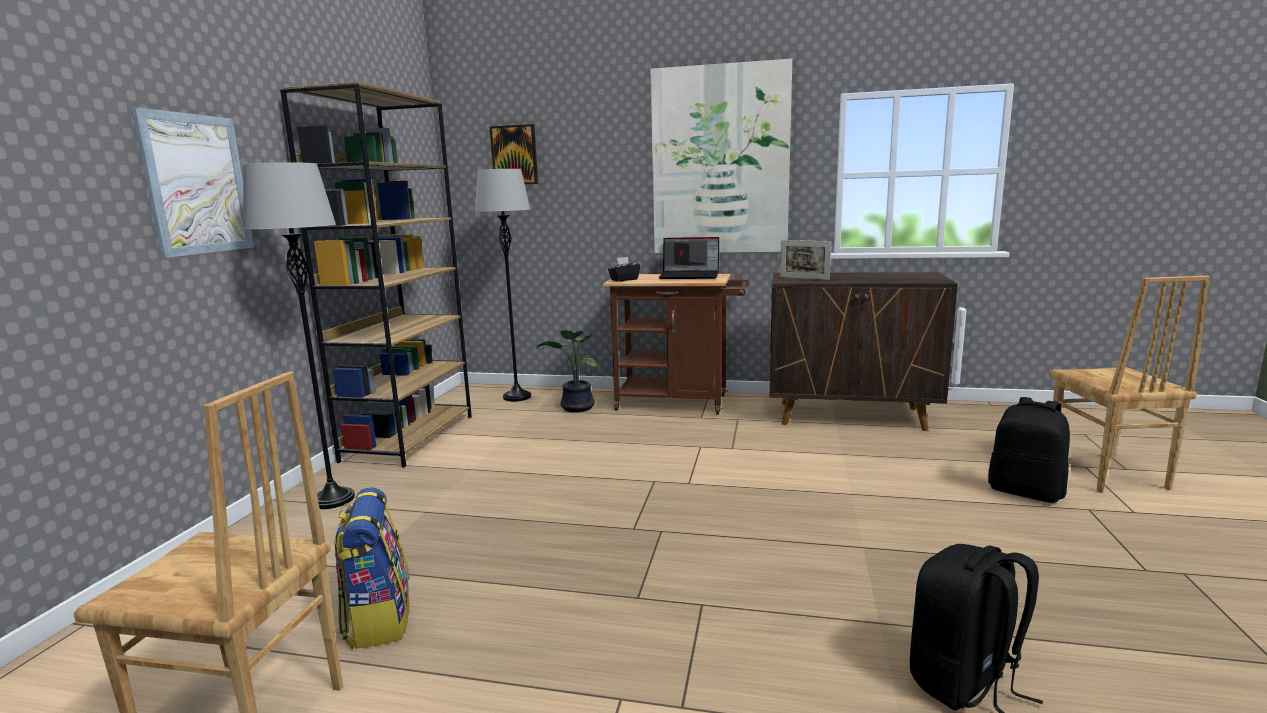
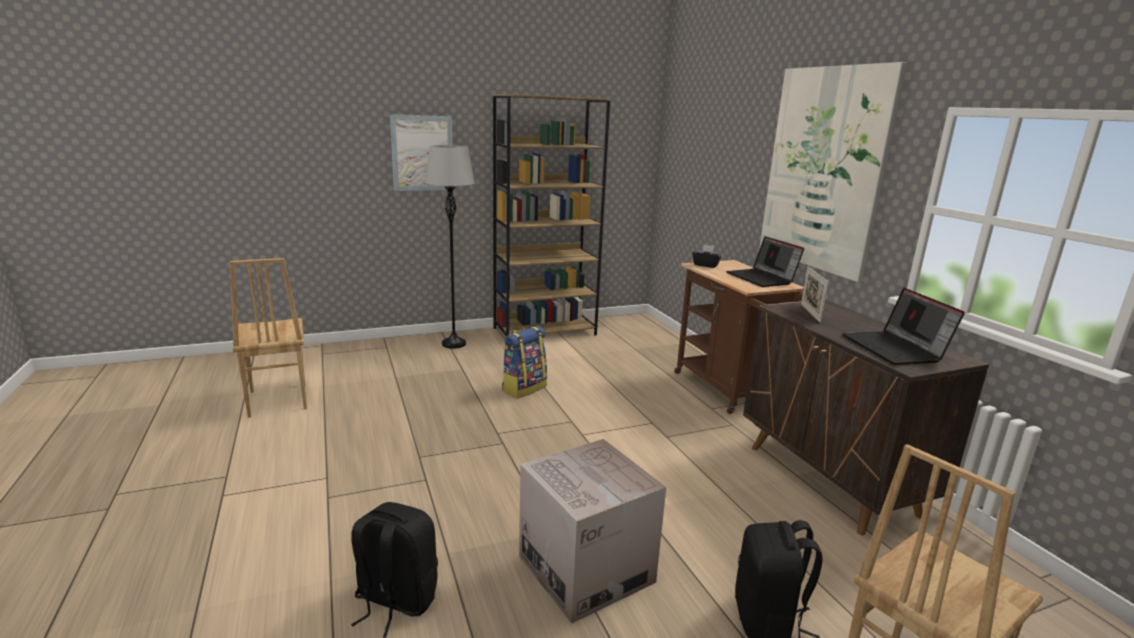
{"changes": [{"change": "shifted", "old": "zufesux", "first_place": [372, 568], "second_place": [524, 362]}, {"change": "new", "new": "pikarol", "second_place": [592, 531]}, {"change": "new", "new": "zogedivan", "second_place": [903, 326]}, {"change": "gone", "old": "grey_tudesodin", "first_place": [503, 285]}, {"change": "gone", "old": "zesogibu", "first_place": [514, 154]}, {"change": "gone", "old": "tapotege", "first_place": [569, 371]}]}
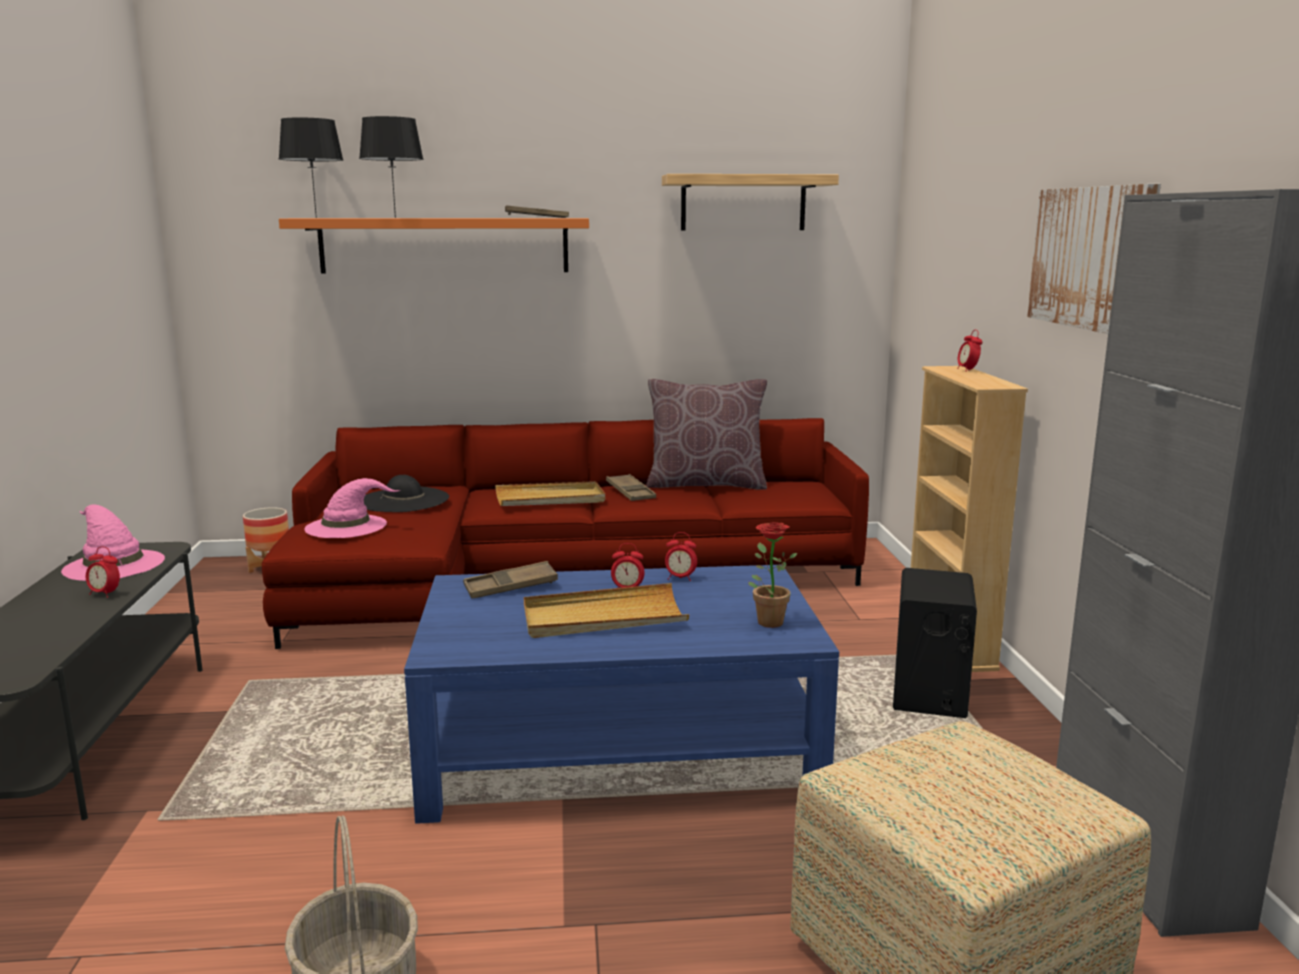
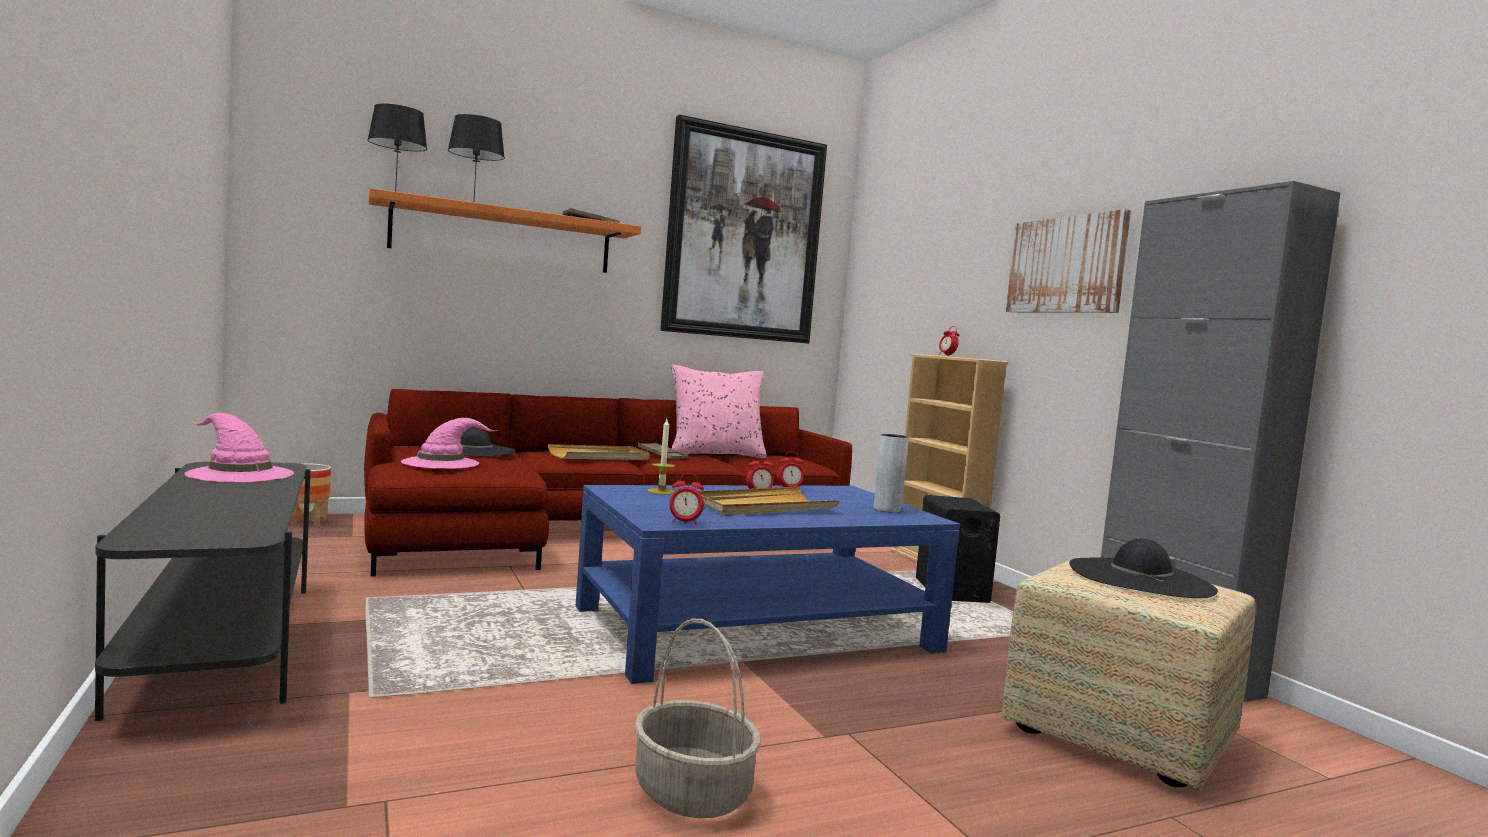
{"changes": [{"change": "swapped", "old": "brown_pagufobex", "new": "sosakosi", "first_place": [510, 580], "second_place": [661, 457]}, {"change": "swapped", "old": "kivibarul", "new": "zesogibu", "first_place": [750, 202], "second_place": [743, 229]}, {"change": "shifted", "old": "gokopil", "first_place": [103, 572], "second_place": [686, 499]}, {"change": "repainted", "old": "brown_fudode", "new": "pink_fudode", "first_place": [706, 434], "second_place": [719, 411]}, {"change": "swapped", "old": "tapotege", "new": "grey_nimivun", "first_place": [773, 575], "second_place": [891, 473]}, {"change": "new", "new": "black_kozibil", "second_place": [1143, 568]}]}
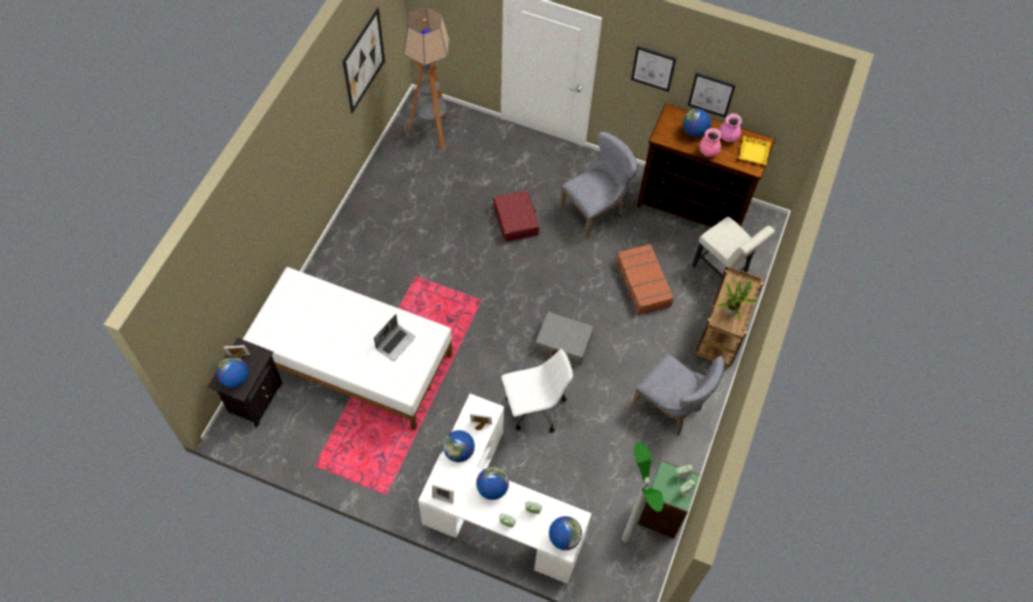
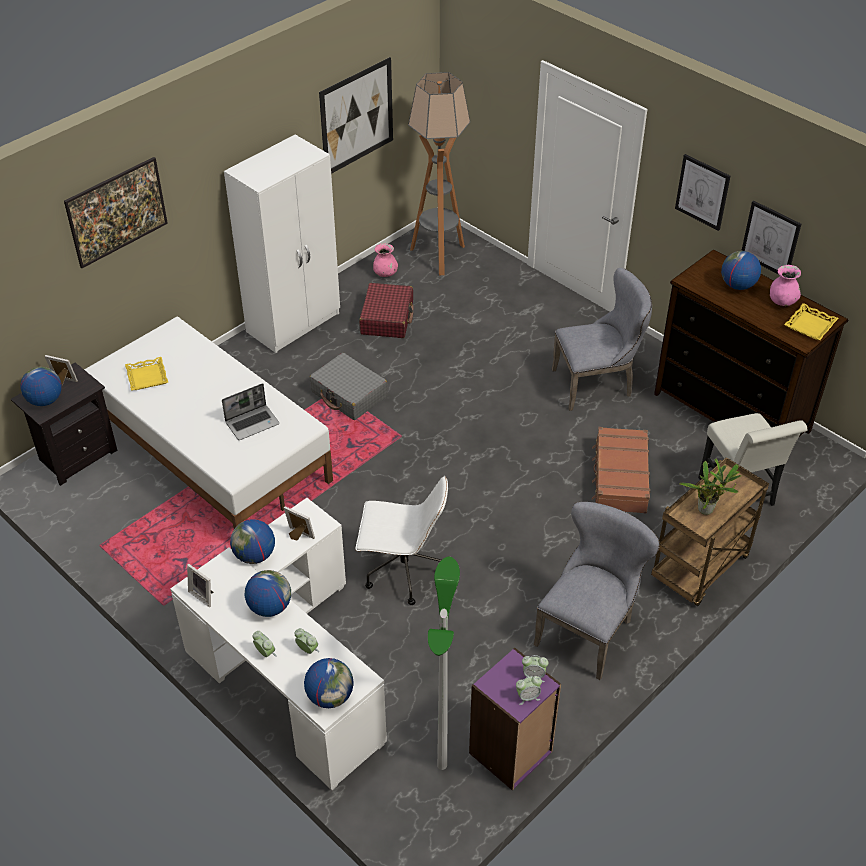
{"changes": [{"change": "new", "new": "zesogibu", "second_place": [116, 212]}, {"change": "new", "new": "yellow_pagufobex", "second_place": [146, 373]}, {"change": "new", "new": "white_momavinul", "second_place": [282, 244]}, {"change": "shifted", "old": "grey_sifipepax", "first_place": [564, 338], "second_place": [348, 386]}, {"change": "shifted", "old": "red_sifipepax", "first_place": [516, 216], "second_place": [386, 310]}, {"change": "shifted", "old": "pink_nimivun", "first_place": [711, 142], "second_place": [385, 260]}, {"change": "repainted", "old": "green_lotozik", "new": "purple_lotozik", "first_place": [669, 499], "second_place": [515, 719]}, {"change": "rotated", "old": "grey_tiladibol", "first_place": [678, 394], "second_place": [597, 590], "degrees": -120}]}
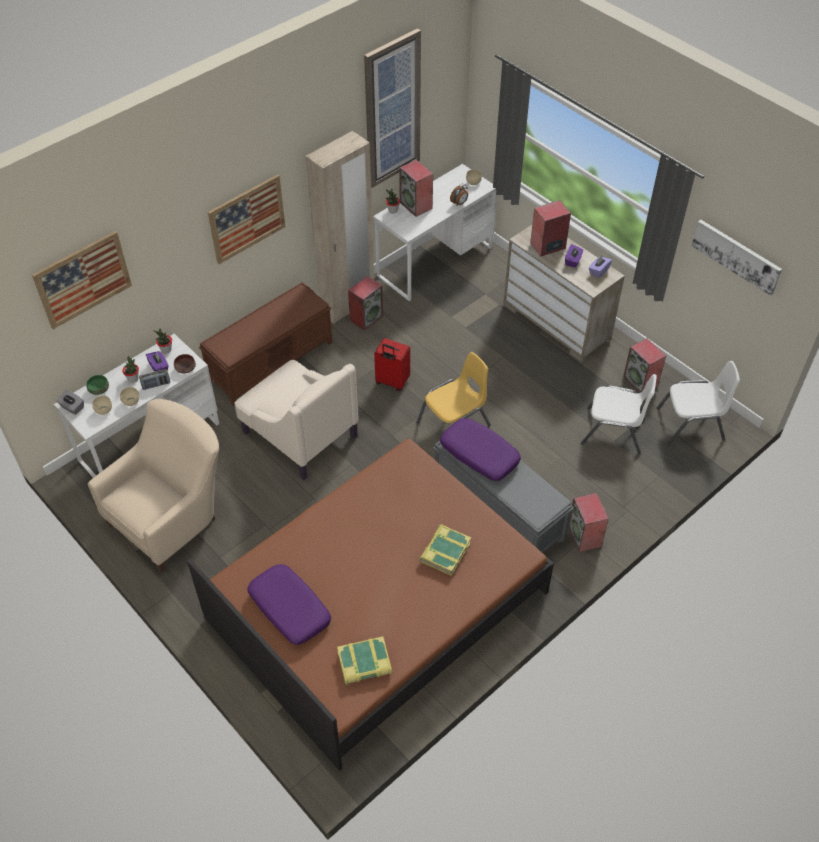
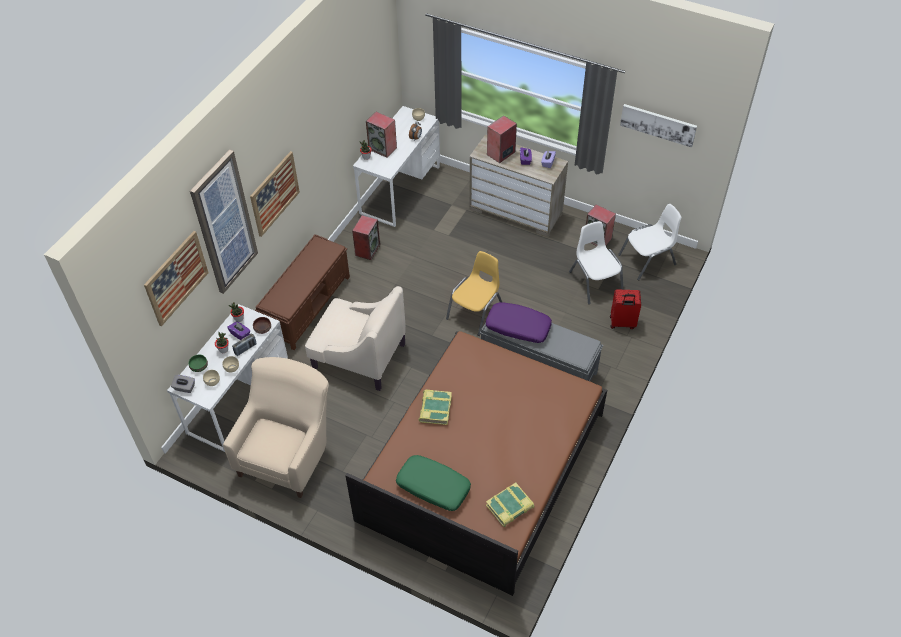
{"changes": [{"change": "shifted", "old": "zesogibu", "first_place": [392, 108], "second_place": [224, 222]}, {"change": "repainted", "old": "purple_fudode", "new": "green_fudode", "first_place": [289, 604], "second_place": [433, 483]}, {"change": "shifted", "old": "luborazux", "first_place": [445, 550], "second_place": [435, 407]}, {"change": "rotated", "old": "white_tiladibol", "first_place": [619, 414], "second_place": [596, 262], "degrees": -105}, {"change": "shifted", "old": "red_sifipepax", "first_place": [392, 364], "second_place": [625, 309]}, {"change": "gone", "old": "beige_momavinul", "first_place": [340, 227]}, {"change": "gone", "old": "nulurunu", "first_place": [588, 522]}]}
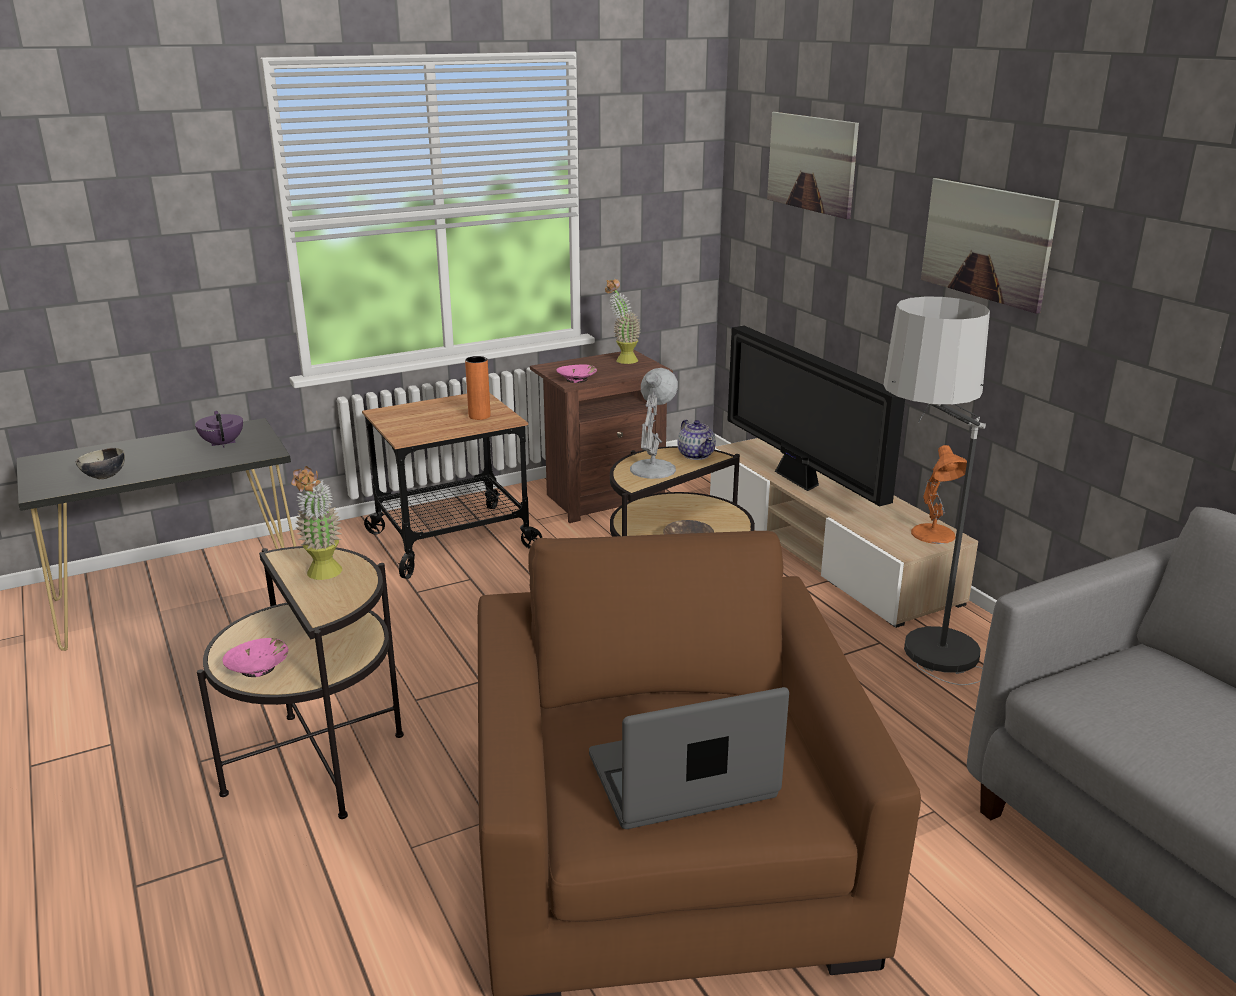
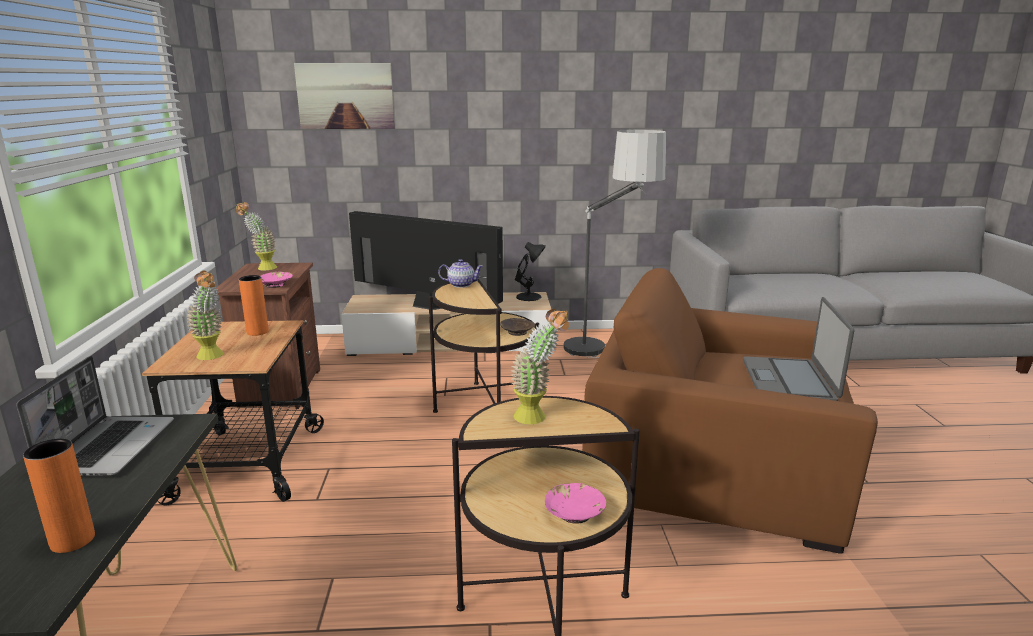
{"changes": [{"change": "swapped", "old": "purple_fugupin", "new": "zogedivan", "first_place": [219, 429], "second_place": [95, 416]}, {"change": "swapped", "old": "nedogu", "new": "orange_nimivun", "first_place": [100, 463], "second_place": [59, 496]}, {"change": "new", "new": "tapotege", "second_place": [205, 315]}, {"change": "rotated", "old": "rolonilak", "first_place": [816, 416], "second_place": [426, 260], "degrees": -150}, {"change": "repainted", "old": "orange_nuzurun", "new": "black_nuzurun", "first_place": [939, 494], "second_place": [530, 271]}, {"change": "gone", "old": "white_nuzurun", "first_place": [654, 423]}, {"change": "gone", "old": "zesogibu", "first_place": [990, 246]}]}
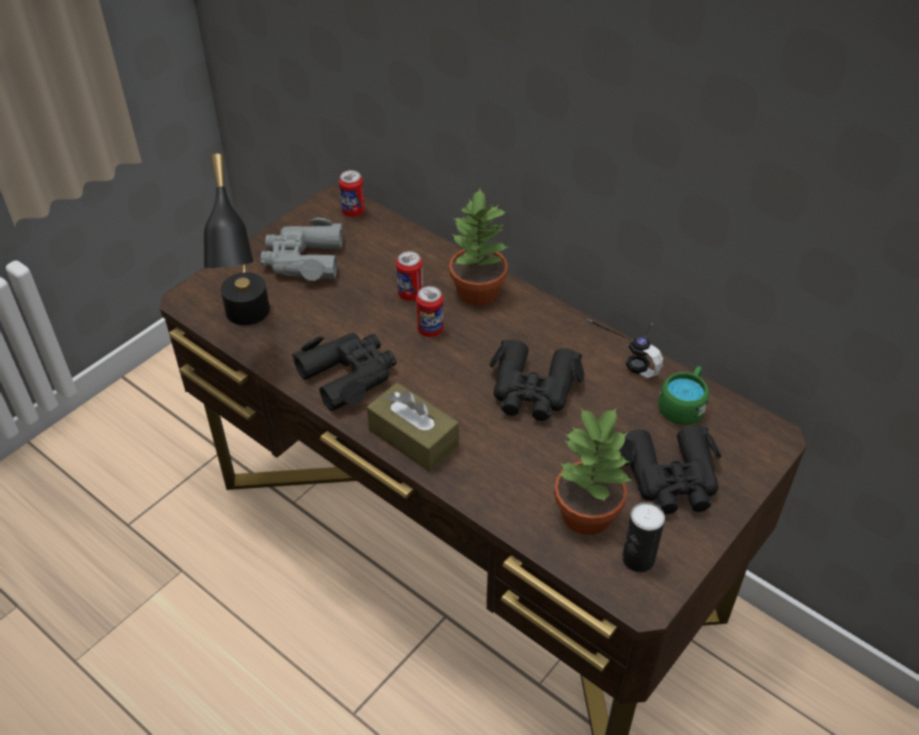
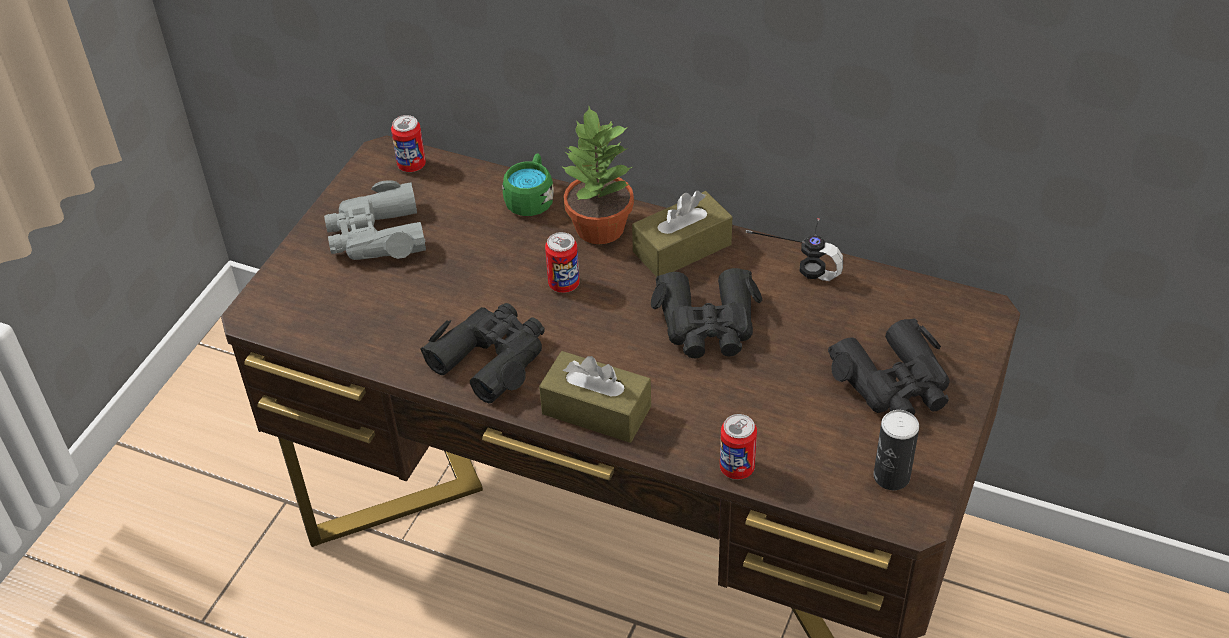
{"changes": [{"change": "shifted", "old": "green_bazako", "first_place": [683, 395], "second_place": [528, 184]}, {"change": "new", "new": "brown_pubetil", "second_place": [682, 234]}, {"change": "shifted", "old": "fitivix", "first_place": [409, 276], "second_place": [738, 446]}, {"change": "gone", "old": "black_nuzurun", "first_place": [237, 239]}, {"change": "gone", "old": "tapotege", "first_place": [592, 471]}]}
